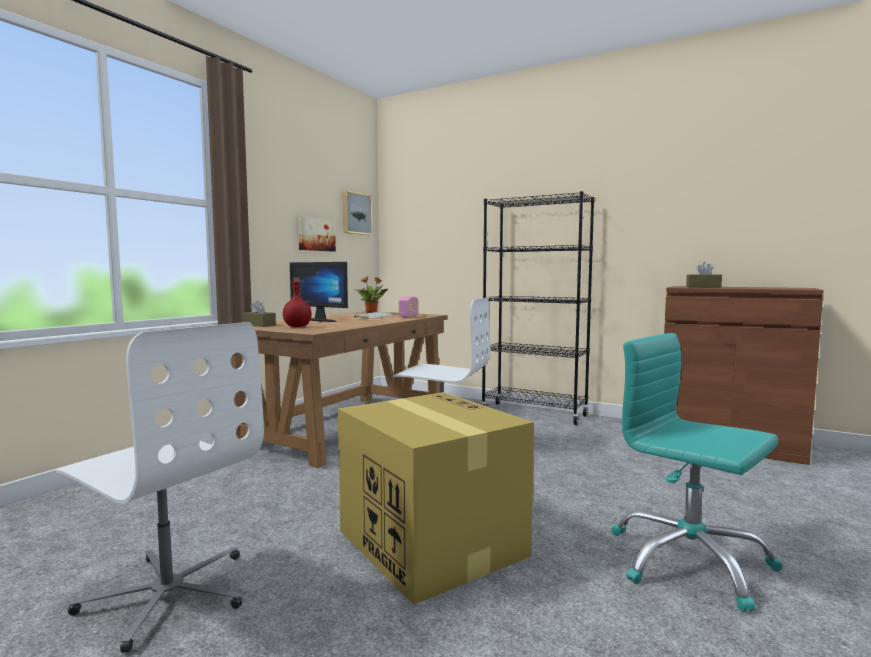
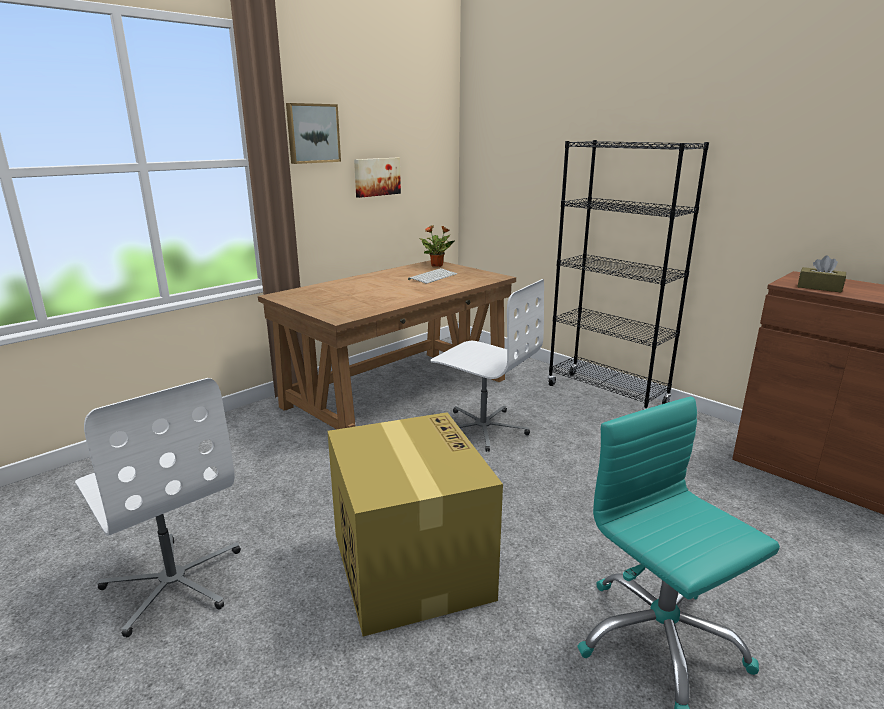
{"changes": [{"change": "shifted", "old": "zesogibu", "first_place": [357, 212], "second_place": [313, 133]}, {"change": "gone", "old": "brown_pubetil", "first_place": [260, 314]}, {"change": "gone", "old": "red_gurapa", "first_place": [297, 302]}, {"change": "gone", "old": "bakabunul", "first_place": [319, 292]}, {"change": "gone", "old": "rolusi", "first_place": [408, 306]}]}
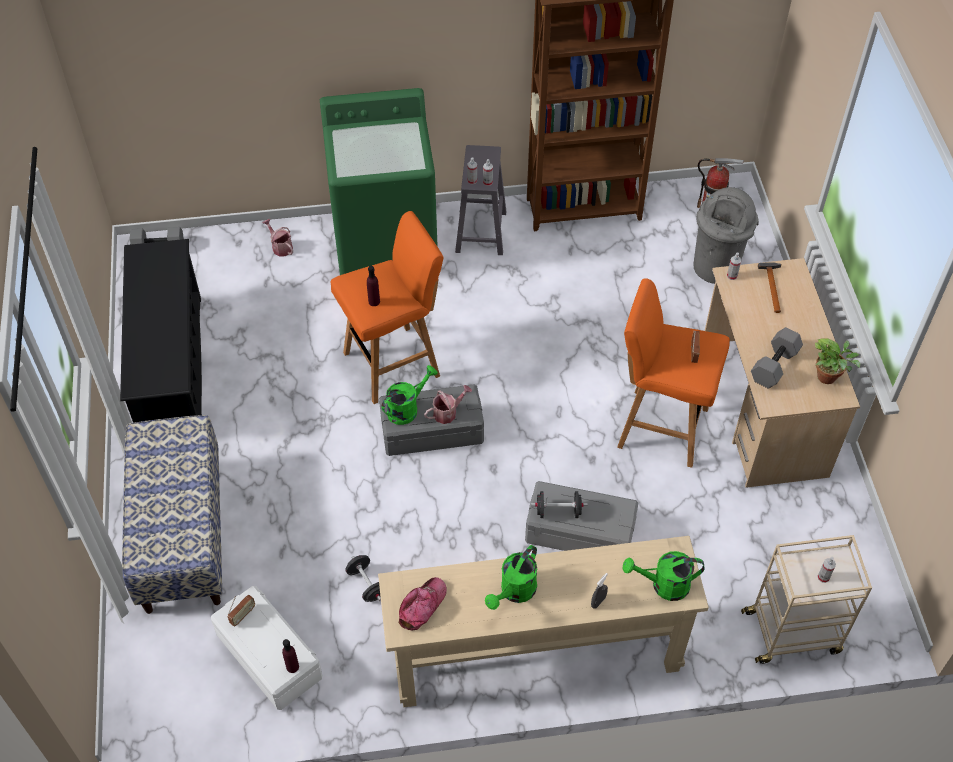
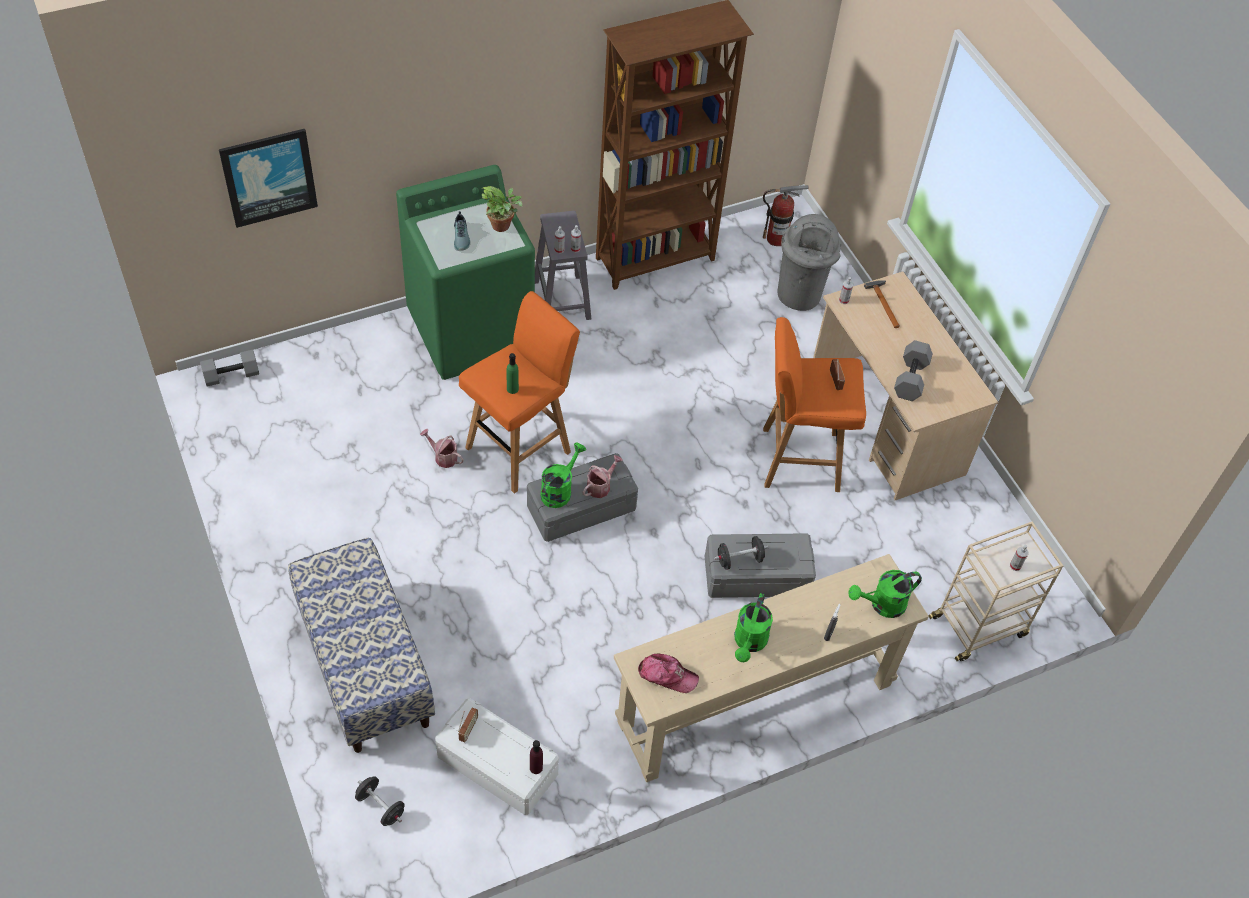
{"changes": [{"change": "new", "new": "zesogibu", "second_place": [268, 178]}, {"change": "shifted", "old": "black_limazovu", "first_place": [363, 578], "second_place": [380, 801]}, {"change": "shifted", "old": "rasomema", "first_place": [278, 238], "second_place": [442, 448]}, {"change": "new", "new": "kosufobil", "second_place": [462, 231]}, {"change": "shifted", "old": "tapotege", "first_place": [837, 361], "second_place": [501, 209]}, {"change": "repainted", "old": "purple_gurapa", "new": "green_gurapa", "first_place": [373, 286], "second_place": [513, 373]}, {"change": "rotated", "old": "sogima", "first_place": [423, 603], "second_place": [668, 673], "degrees": 90}, {"change": "gone", "old": "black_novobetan", "first_place": [161, 331]}]}
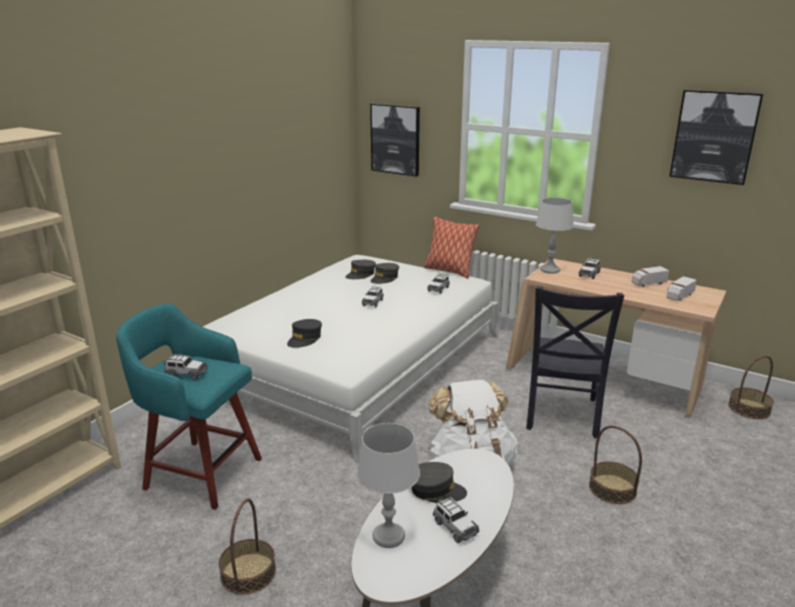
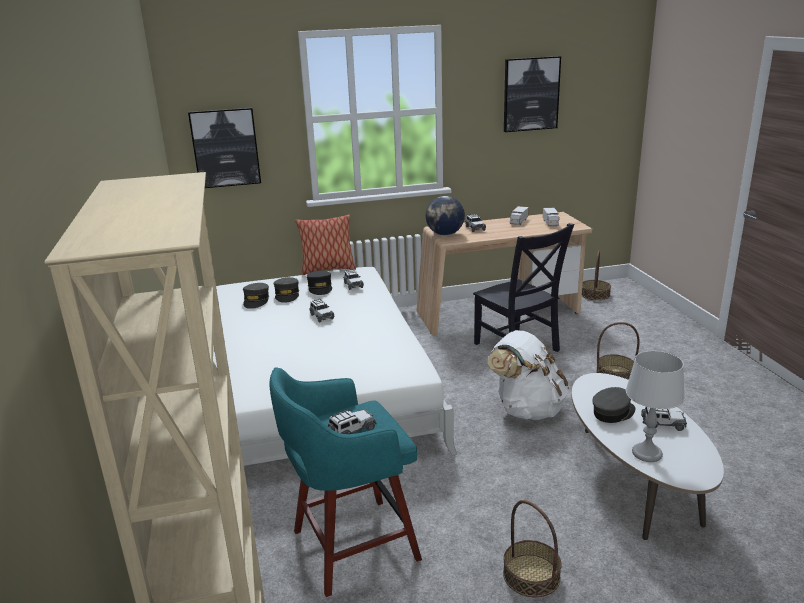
{"changes": [{"change": "shifted", "old": "black_sogima", "first_place": [304, 333], "second_place": [319, 283]}, {"change": "swapped", "old": "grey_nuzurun", "new": "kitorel", "first_place": [555, 236], "second_place": [445, 215]}]}
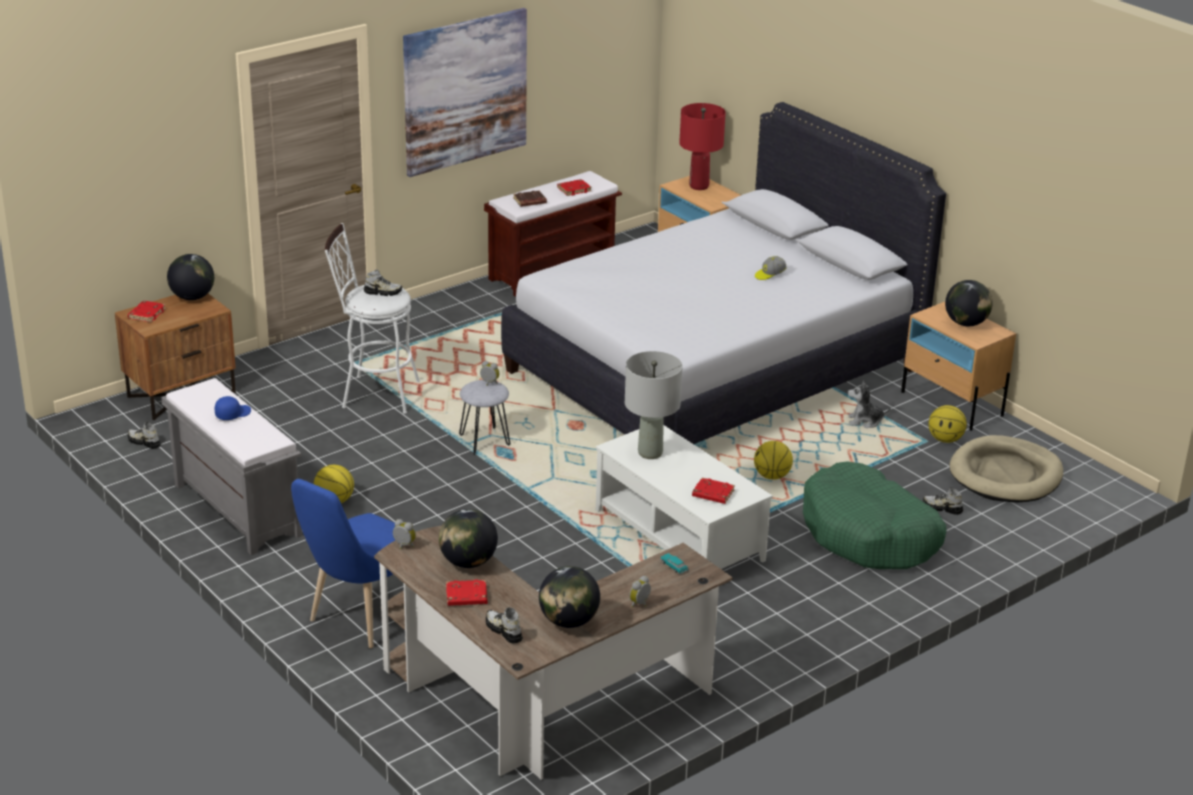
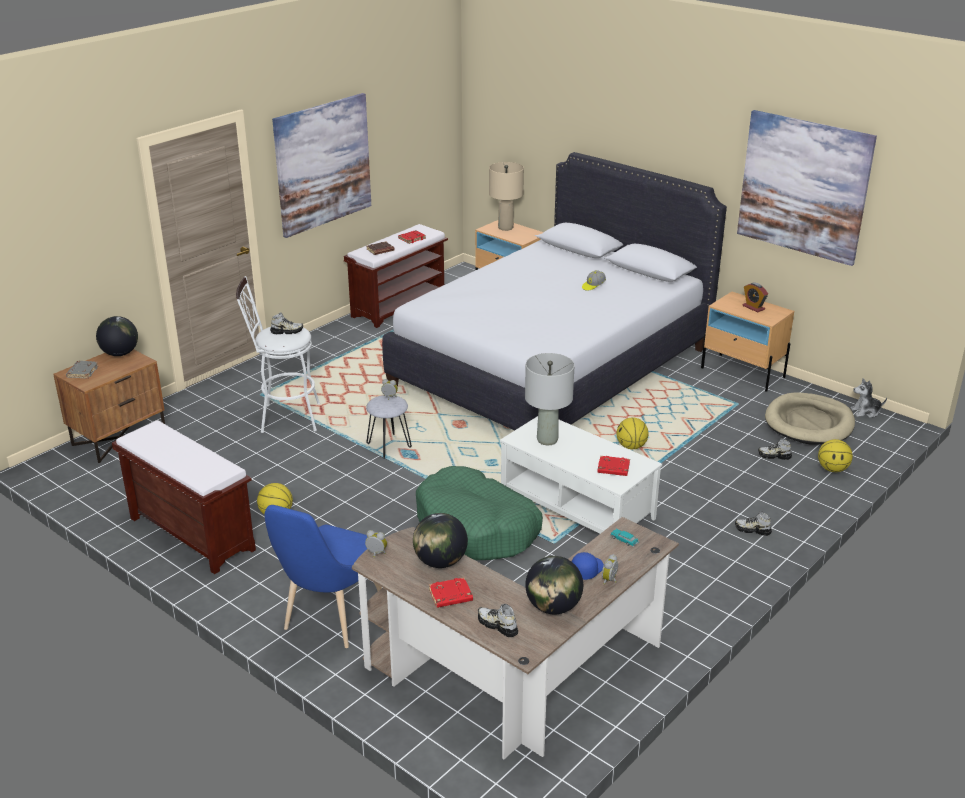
{"changes": [{"change": "repainted", "old": "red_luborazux", "new": "grey_luborazux", "first_place": [147, 311], "second_place": [82, 370]}, {"change": "repainted", "old": "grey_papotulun", "new": "brown_papotulun", "first_place": [231, 466], "second_place": [184, 497]}, {"change": "shifted", "old": "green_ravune", "first_place": [875, 515], "second_place": [479, 513]}, {"change": "repainted", "old": "red_nuzurun", "new": "beige_nuzurun", "first_place": [702, 146], "second_place": [506, 196]}, {"change": "shifted", "old": "blue_sogima", "first_place": [233, 408], "second_place": [588, 566]}, {"change": "shifted", "old": "kosufobil", "first_place": [144, 435], "second_place": [753, 523]}, {"change": "new", "new": "zesogibu", "second_place": [807, 188]}, {"change": "swapped", "old": "kitorel", "new": "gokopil", "first_place": [969, 303], "second_place": [755, 297]}, {"change": "shifted", "old": "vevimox", "first_place": [947, 424], "second_place": [835, 455]}, {"change": "shifted", "old": "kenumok", "first_place": [869, 404], "second_place": [868, 398]}]}
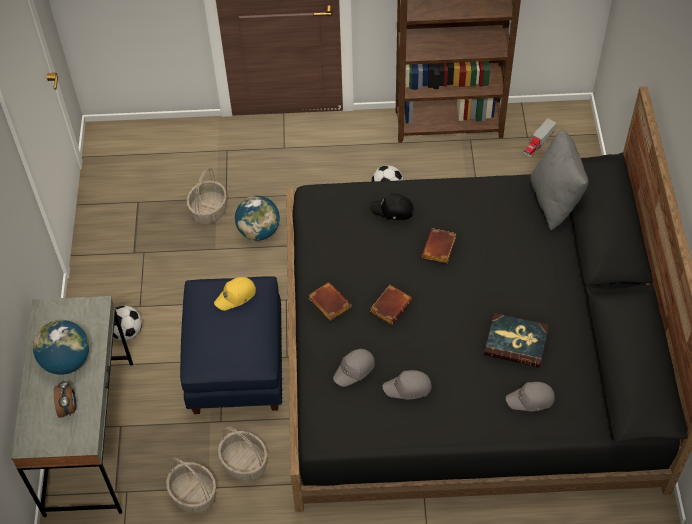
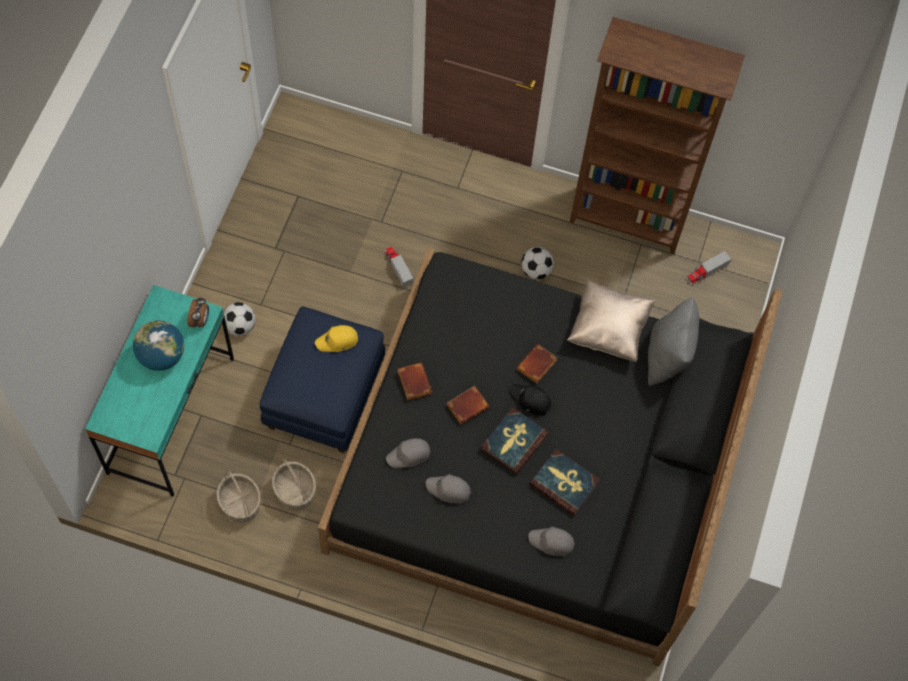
{"changes": [{"change": "repainted", "old": "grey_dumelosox", "new": "turquoise_dumelosox", "first_place": [72, 406], "second_place": [159, 391]}, {"change": "shifted", "old": "gokopil", "first_place": [65, 399], "second_place": [198, 312]}, {"change": "swapped", "old": "kitorel", "new": "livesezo", "first_place": [257, 218], "second_place": [398, 267]}, {"change": "new", "new": "luborazux", "second_place": [515, 440]}, {"change": "shifted", "old": "black_sogima", "first_place": [392, 207], "second_place": [531, 400]}, {"change": "new", "new": "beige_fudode", "second_place": [611, 320]}, {"change": "gone", "old": "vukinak", "first_place": [207, 196]}]}
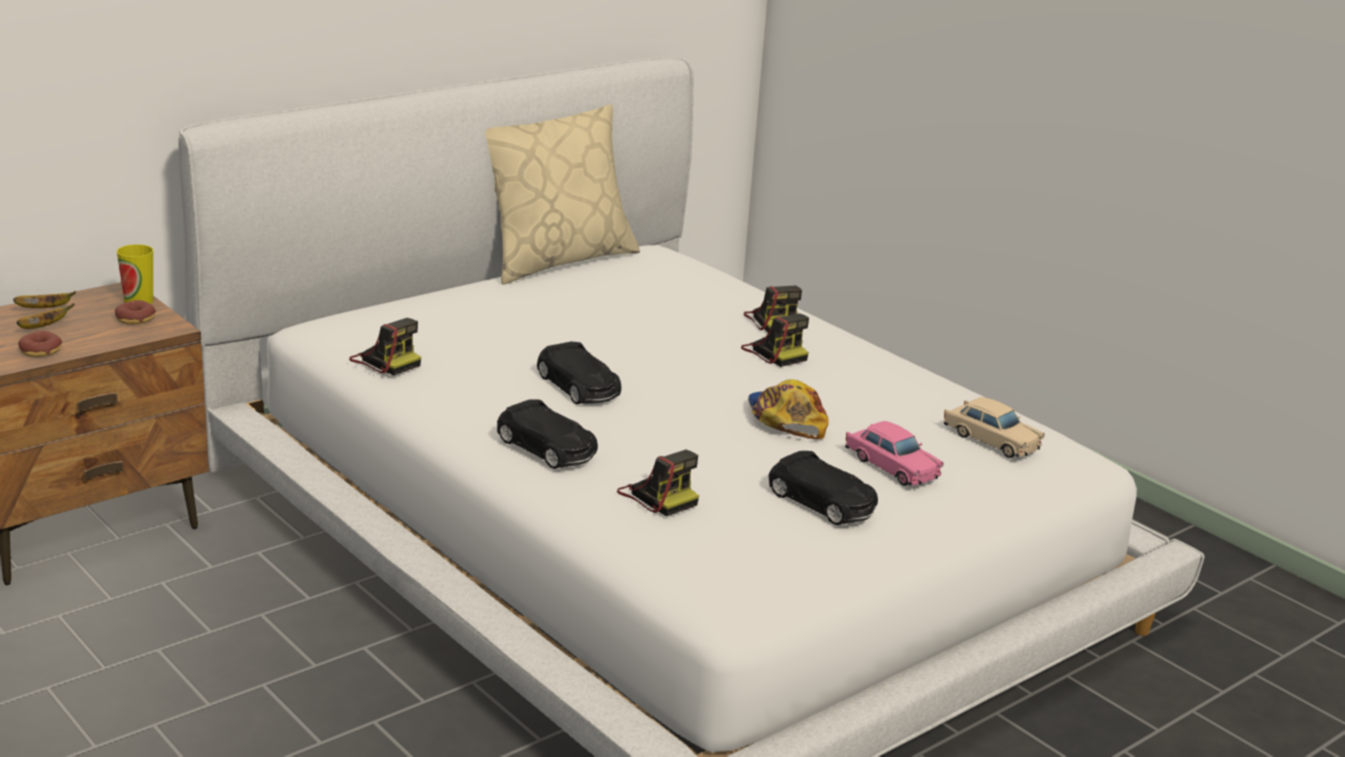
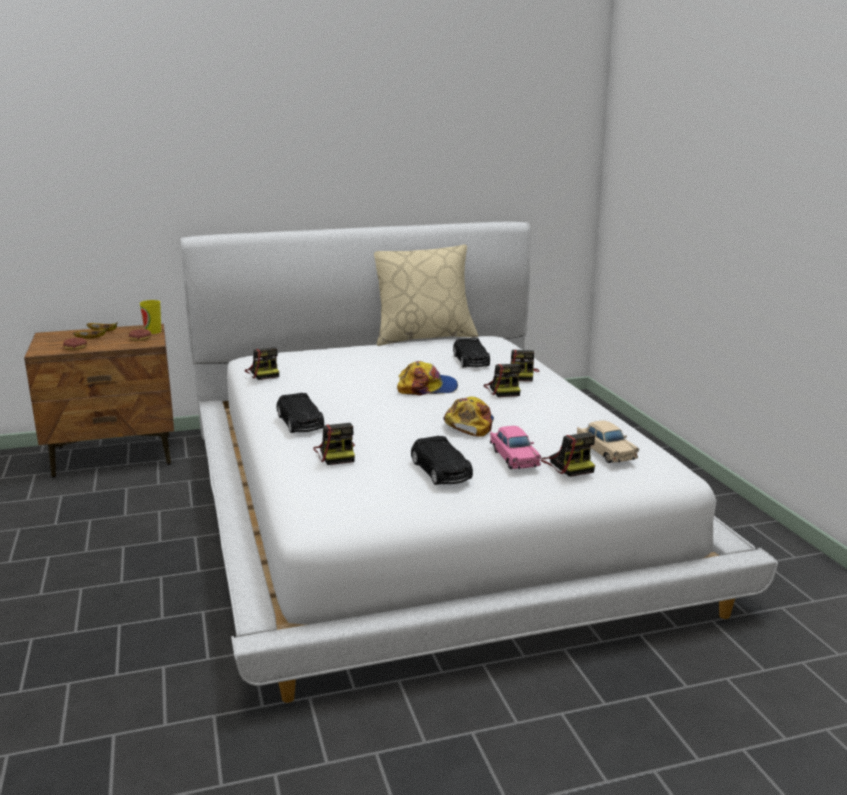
{"changes": [{"change": "new", "new": "sogima", "second_place": [427, 378]}, {"change": "shifted", "old": "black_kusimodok", "first_place": [579, 373], "second_place": [471, 352]}, {"change": "new", "new": "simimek", "second_place": [568, 454]}]}
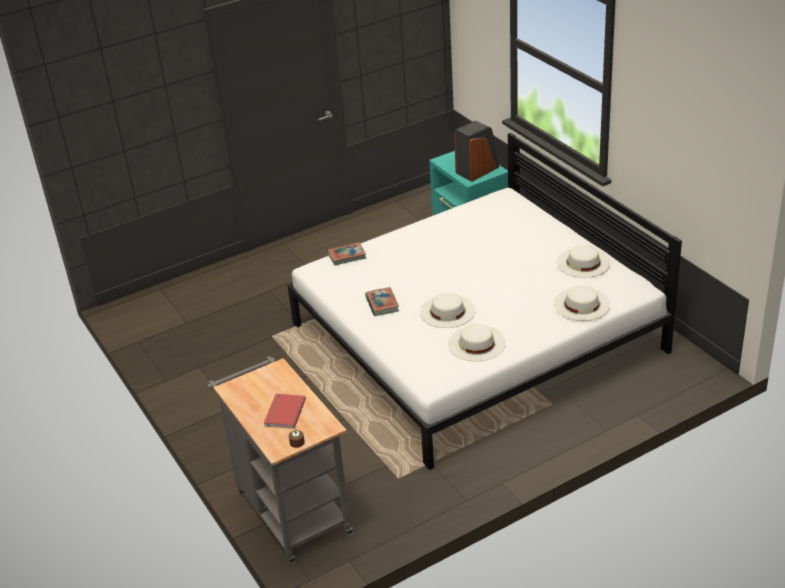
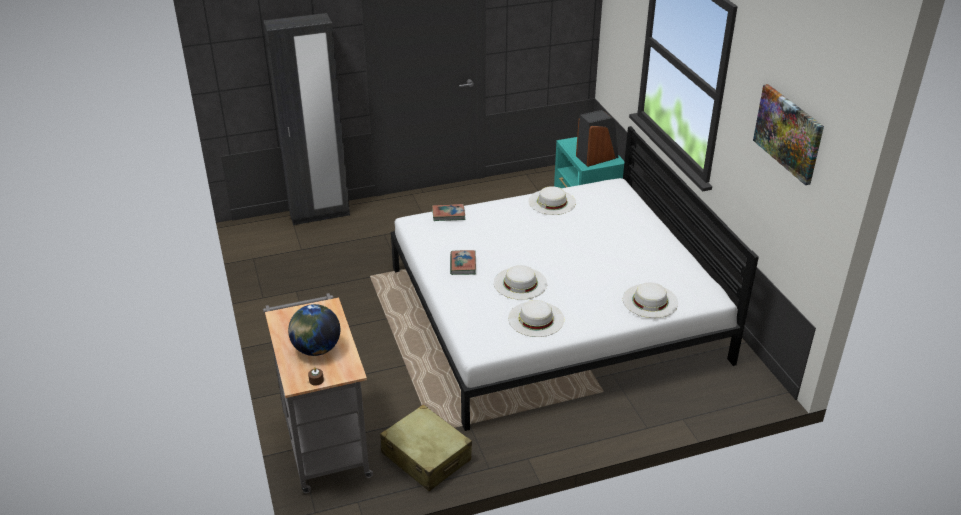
{"changes": [{"change": "new", "new": "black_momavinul", "second_place": [306, 119]}, {"change": "swapped", "old": "red_luborazux", "new": "kitorel", "first_place": [285, 411], "second_place": [314, 330]}, {"change": "new", "new": "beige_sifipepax", "second_place": [426, 447]}, {"change": "shifted", "old": "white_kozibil", "first_place": [584, 261], "second_place": [552, 200]}, {"change": "new", "new": "zesogibu", "second_place": [788, 134]}]}
